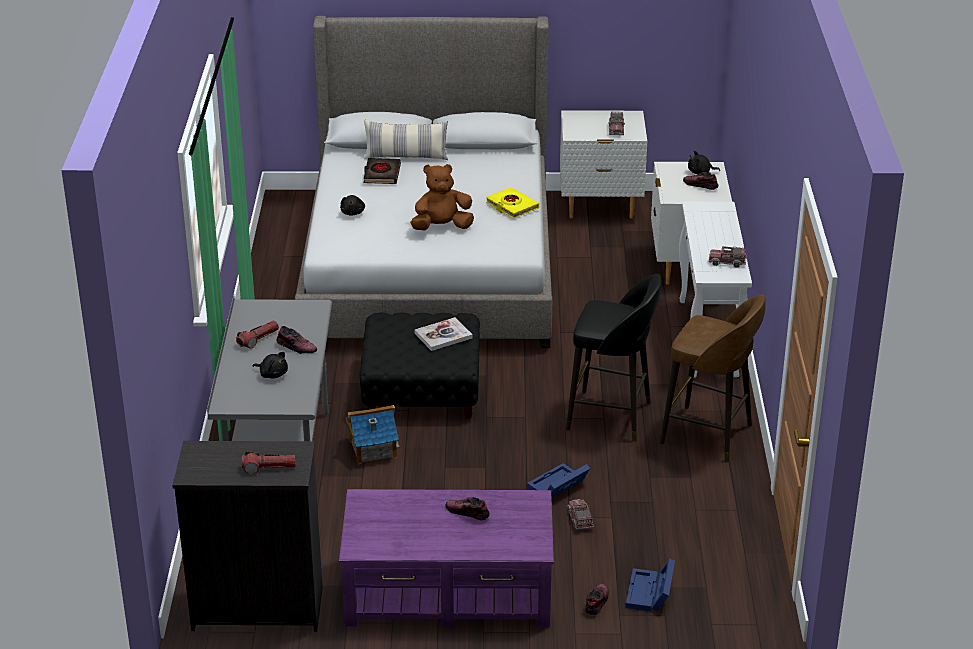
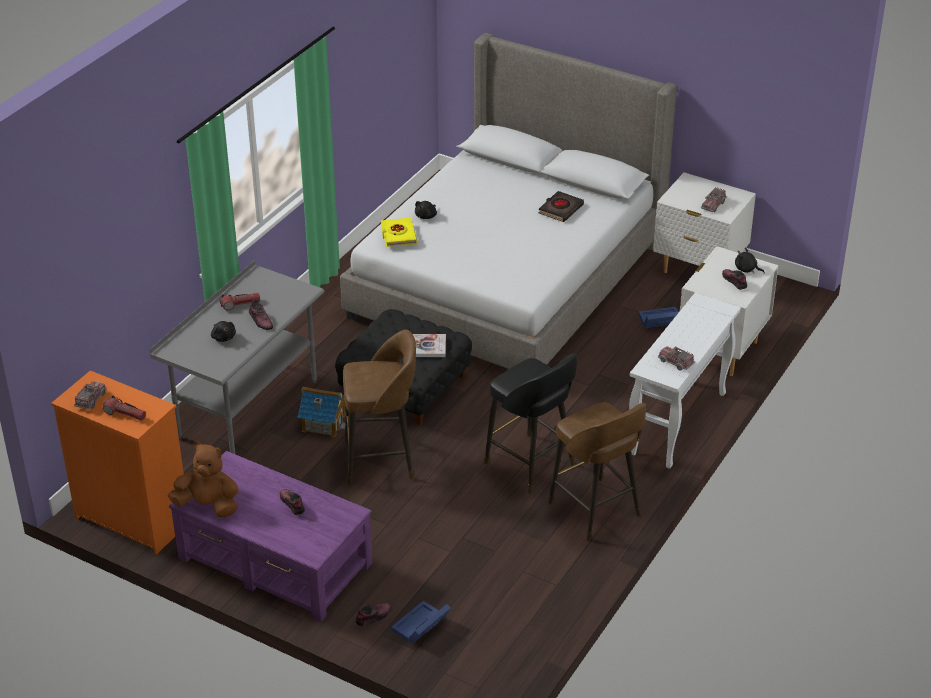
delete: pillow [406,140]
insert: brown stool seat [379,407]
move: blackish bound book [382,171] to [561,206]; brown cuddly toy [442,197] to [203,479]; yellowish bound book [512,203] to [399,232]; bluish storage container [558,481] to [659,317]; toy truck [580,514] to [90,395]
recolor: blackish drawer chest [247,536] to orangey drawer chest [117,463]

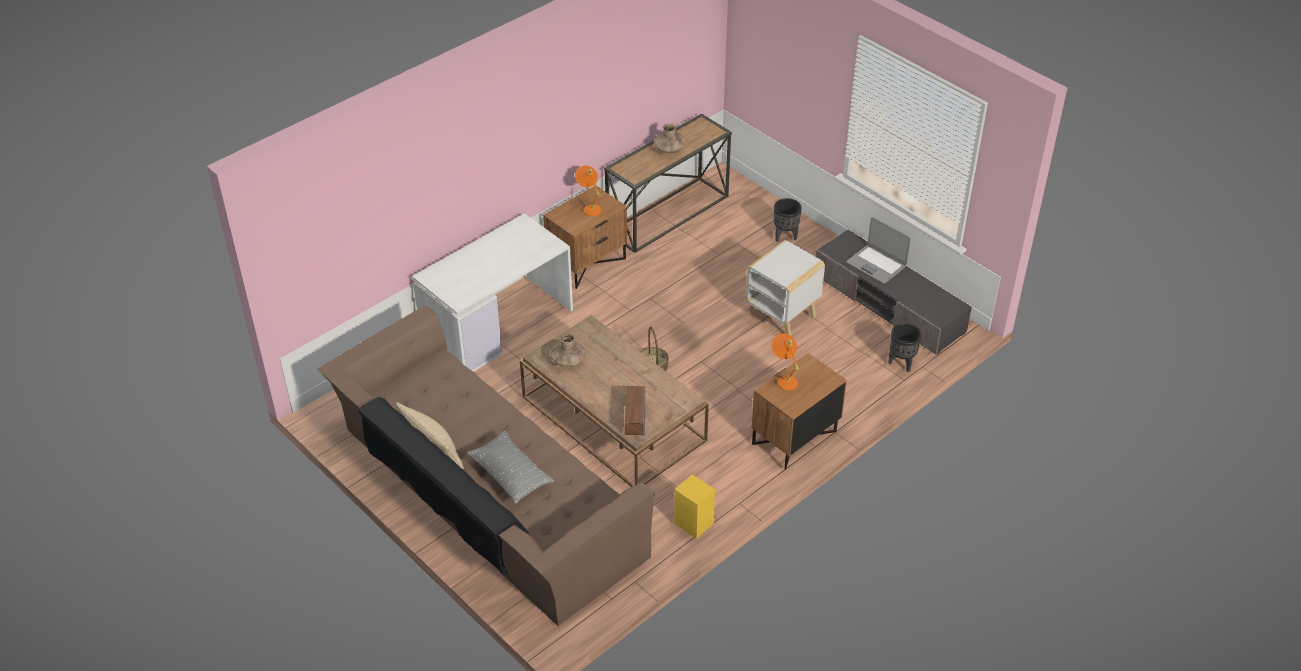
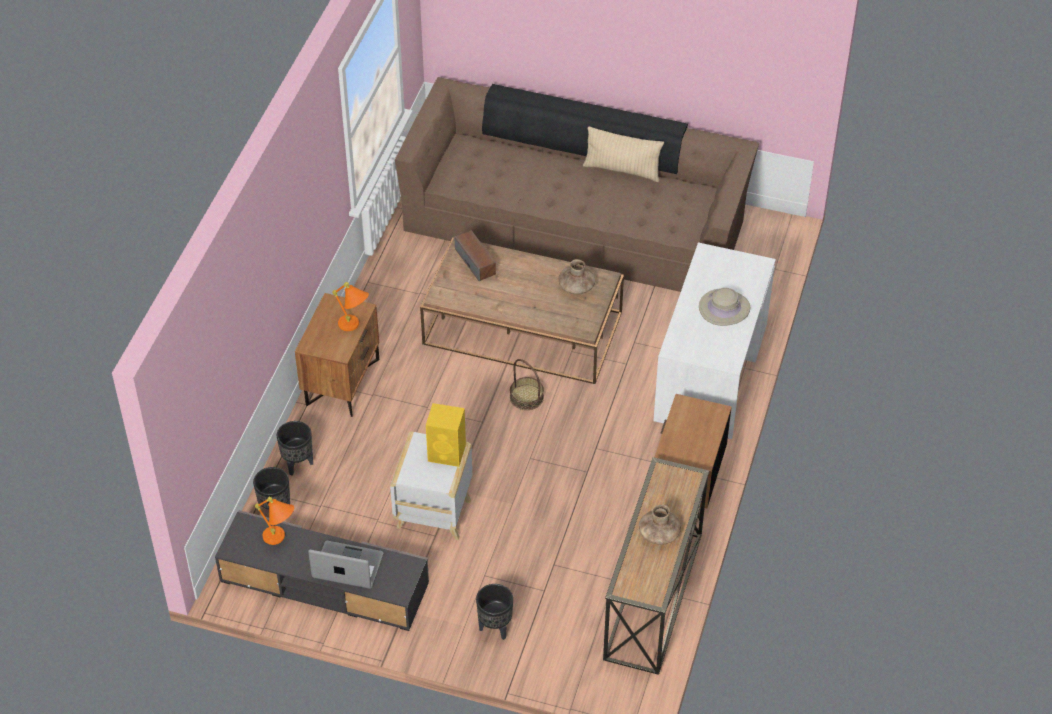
delete: greyish pillow [510,467]
insert: blackish flower pot [295,448]; sand-coloured clothing hat [724,307]
move: orangey tabletop lamp [588,191] to [274,520]; yellowish loudspeaker [694,506] to [446,435]

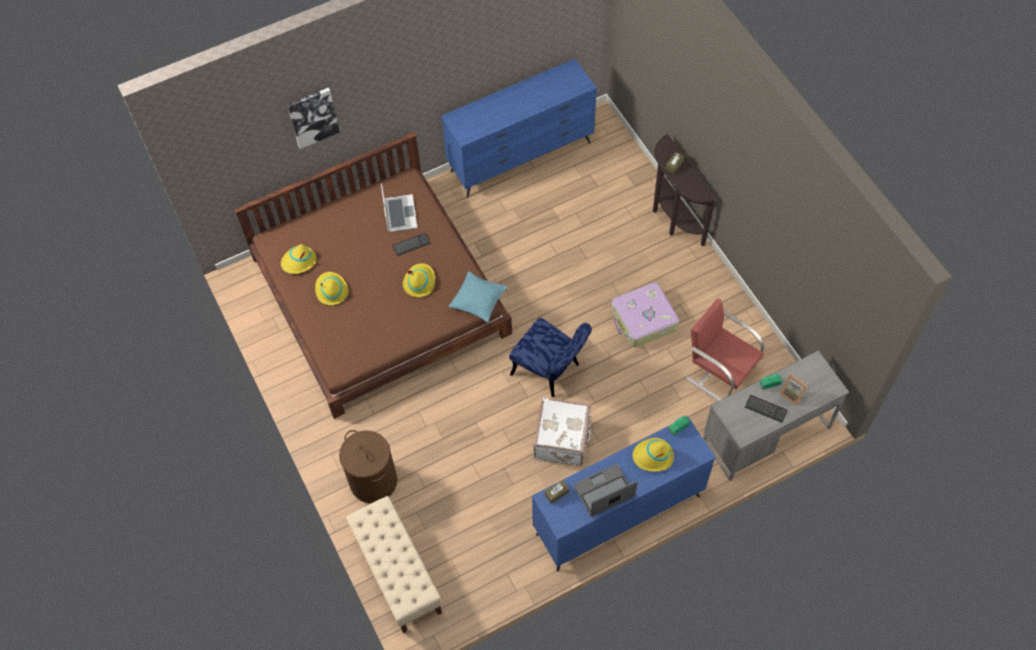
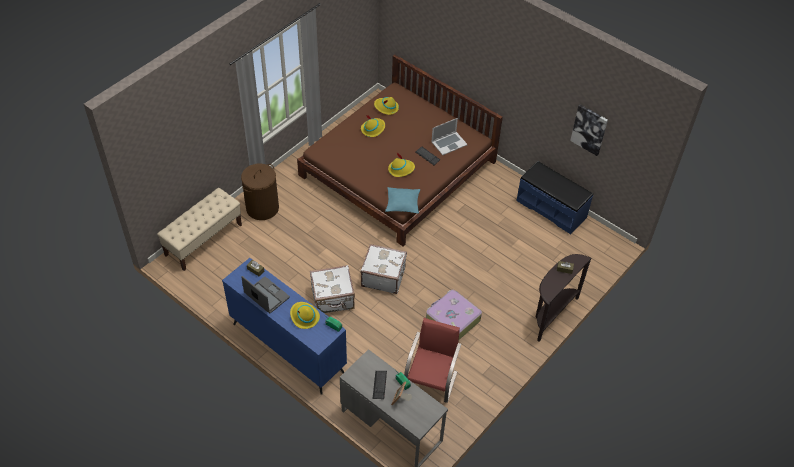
move: wall art [313,118] to [589,130]
replace: bluish drawer chest [519,128] to bluish long seat [554,197]; bluish chair [550,357] to white-coloured piece of luggage [383,269]

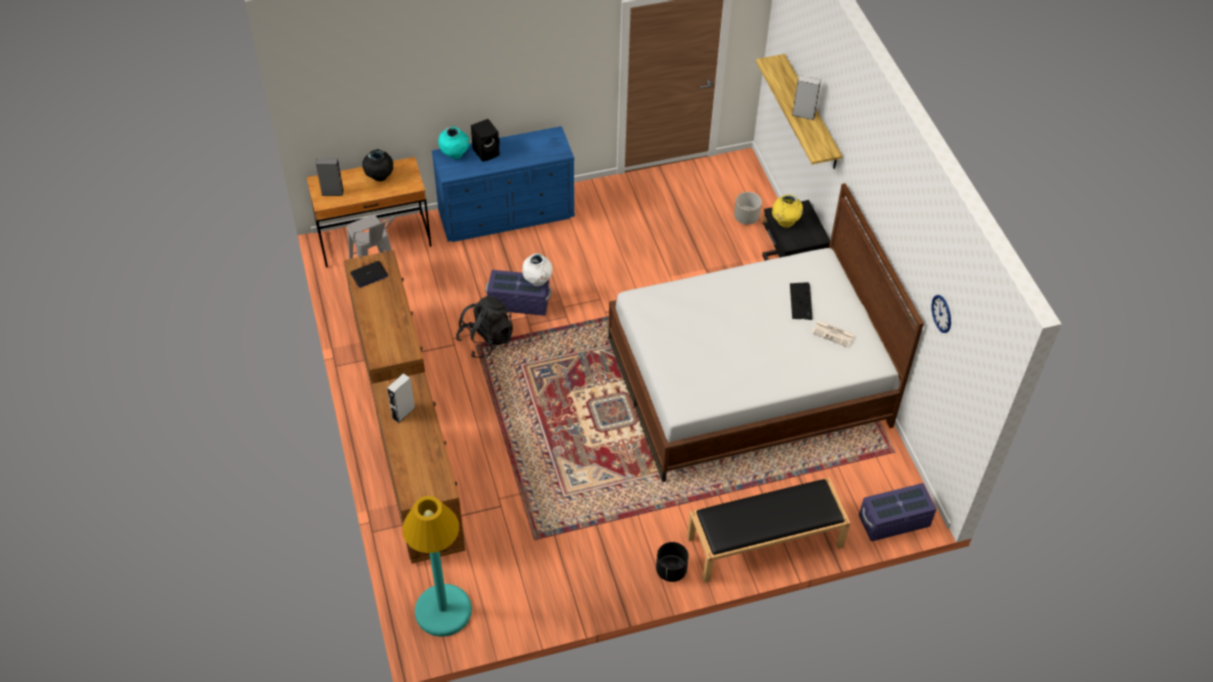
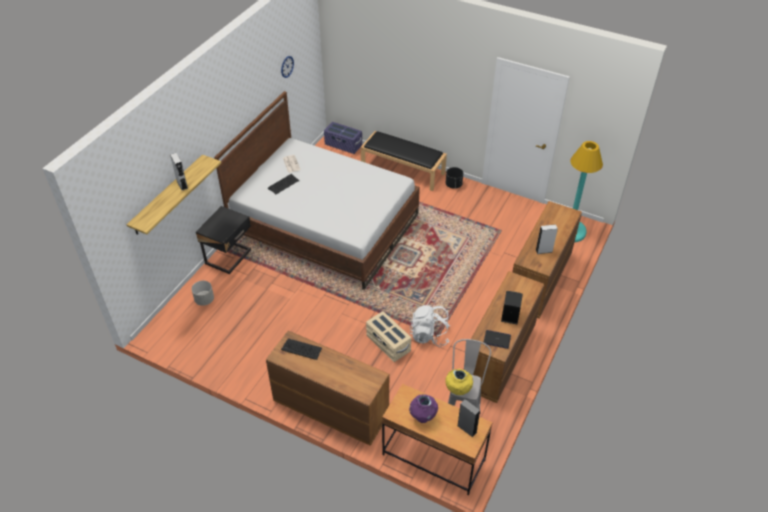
delete: turquoise-coloured vase [454,143]; white-coloured vase [537,269]
insert: computer keyboard [301,349]
move: blackish loudspeaker [485,140] to [512,307]; yellowish vase [787,211] to [459,382]
recolor: blackish vase [377,165] to purple vase [423,408]; bluish drawer chest [503,184] to brown drawer chest [327,388]; blackish rucksack [484,327] to white-coloured rucksack [430,326]; purple storage container [518,293] to sand-coloured storage container [388,336]

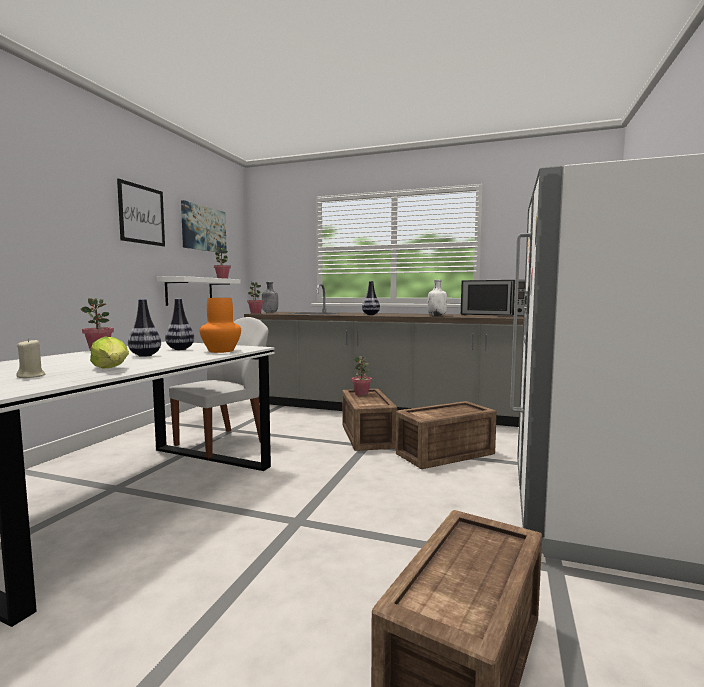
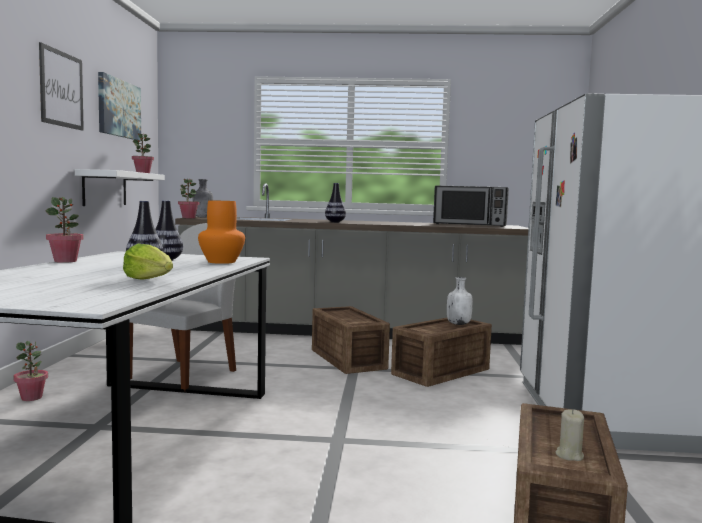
move: sand-coloured wax light [31,358] to [569,435]; plant in a pot [362,376] to [30,371]; white-coloured bottle [437,298] to [460,301]

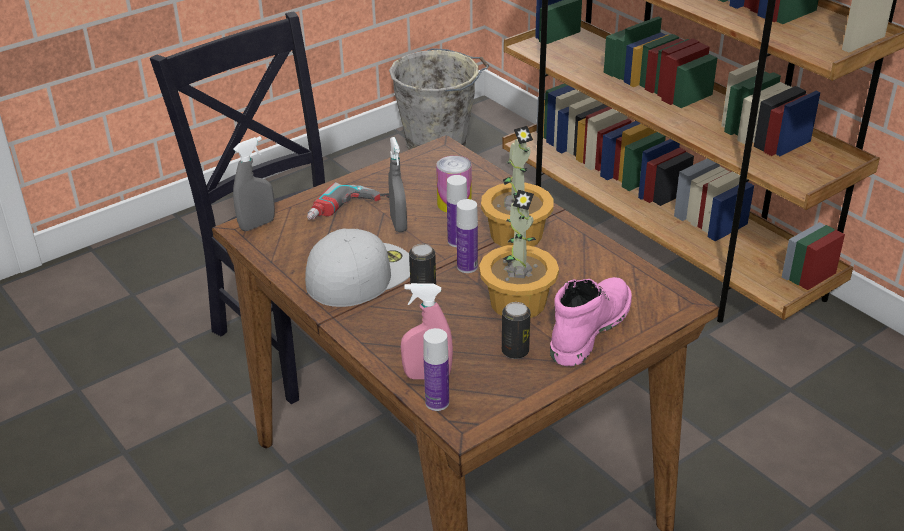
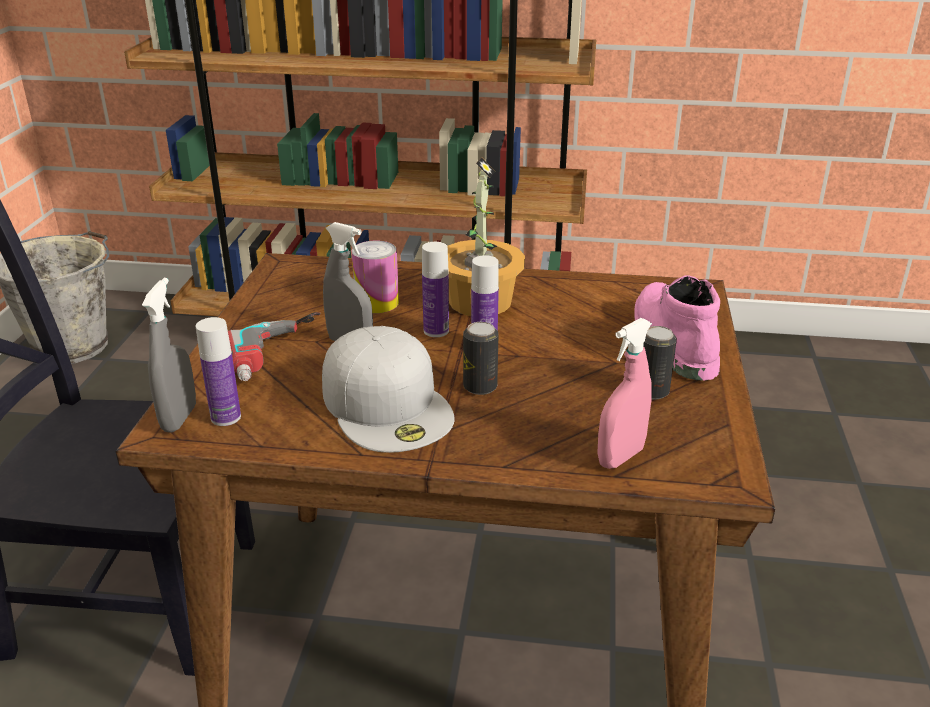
delete: plant in a pot [519,254]
move: bottle [436,369] to [218,371]
rotate: white-coloured peaked cap [357,267] = [388,389] 150 degrees clockwise

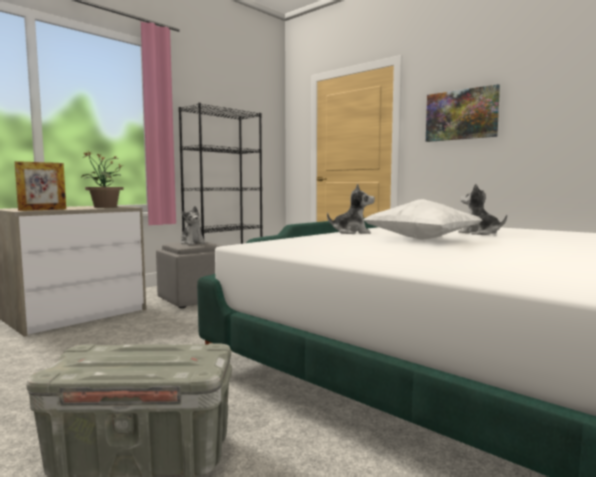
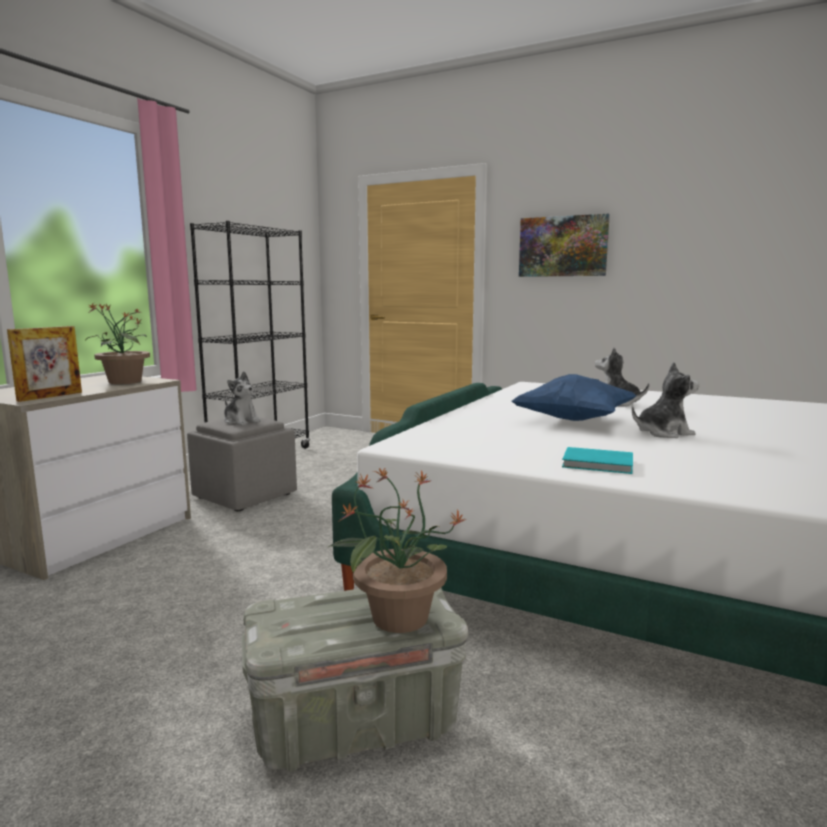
insert: plant in a pot [396,550]; turquoise-coloured bound book [597,460]
move: cuddly toy [351,209] to [665,400]
recolor: white-coloured pillow [422,219] to bluish pillow [574,397]

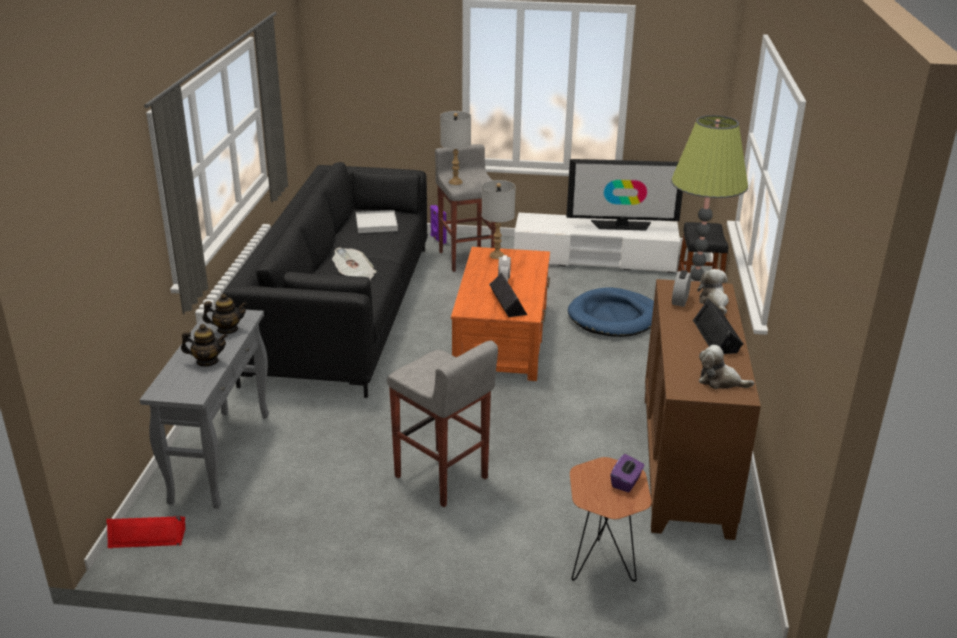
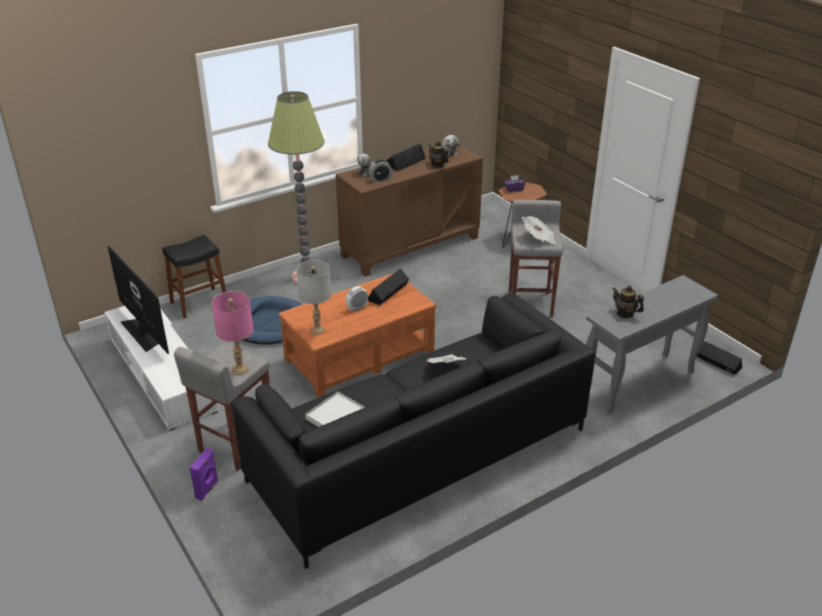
insert: daily paper [539,230]
move: tea pot [204,345] to [438,154]
recolor: red-coloured loudspeaker [145,532] to blackish loudspeaker [719,358]; greyish tabletop lamp [455,148] to pink-coloured tabletop lamp [232,333]

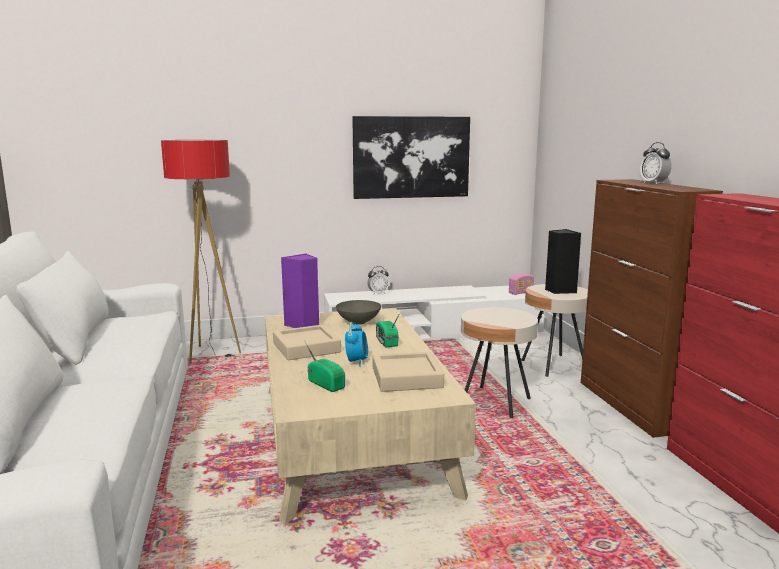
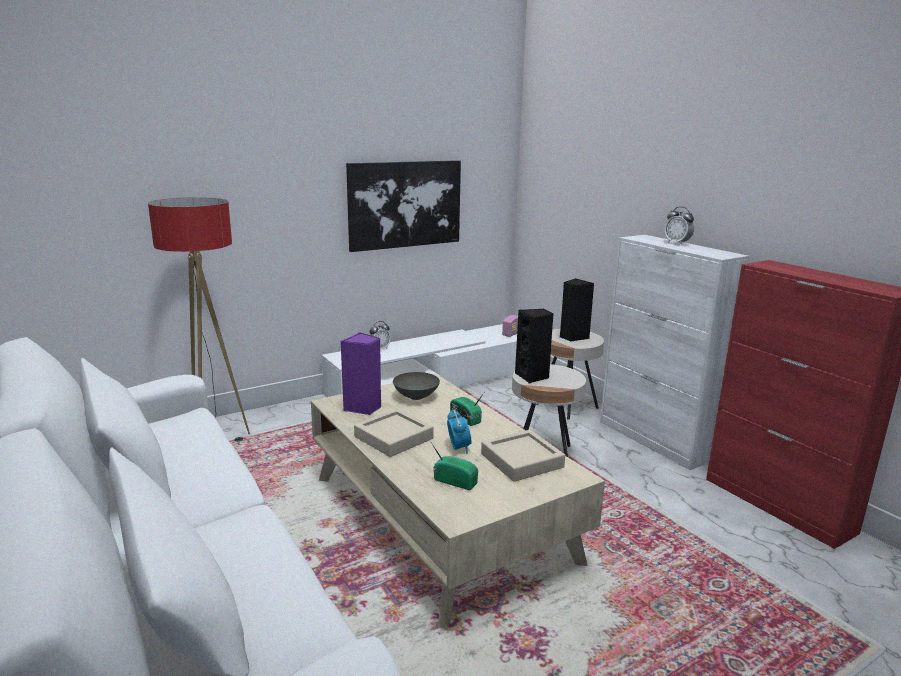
insert: blackish loudspeaker [534,346]
recolor: brown storage cabinet [652,308] to white-coloured storage cabinet [674,352]

